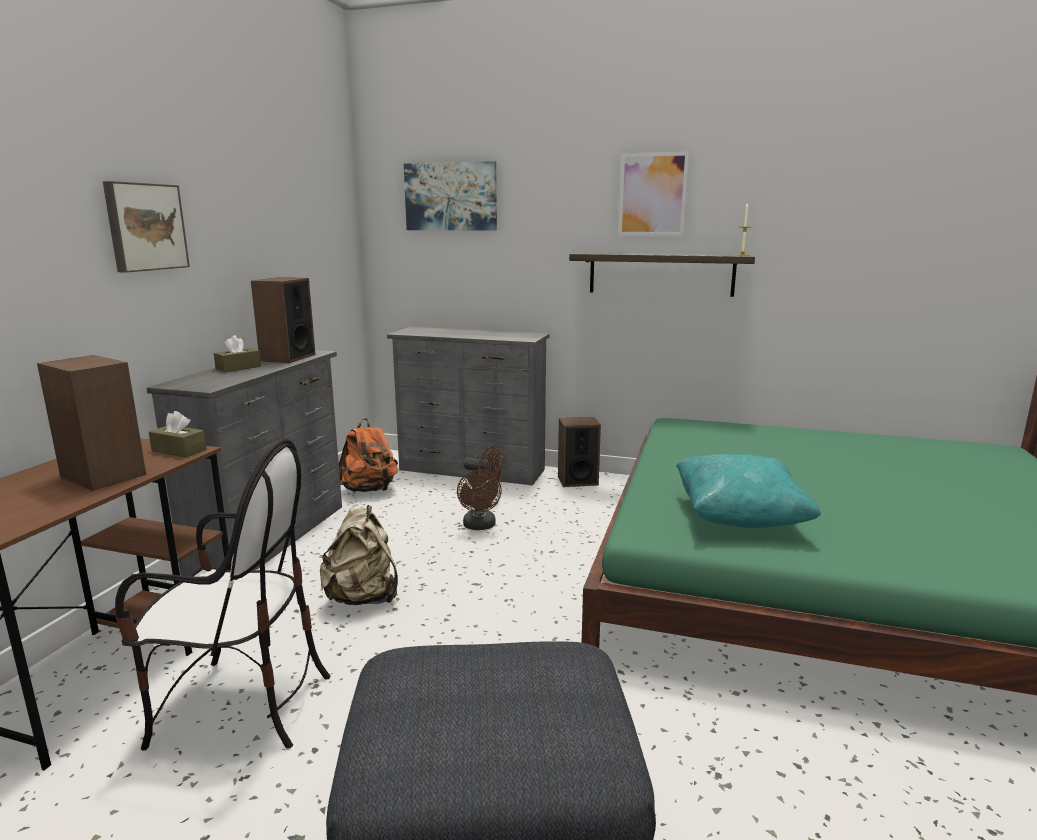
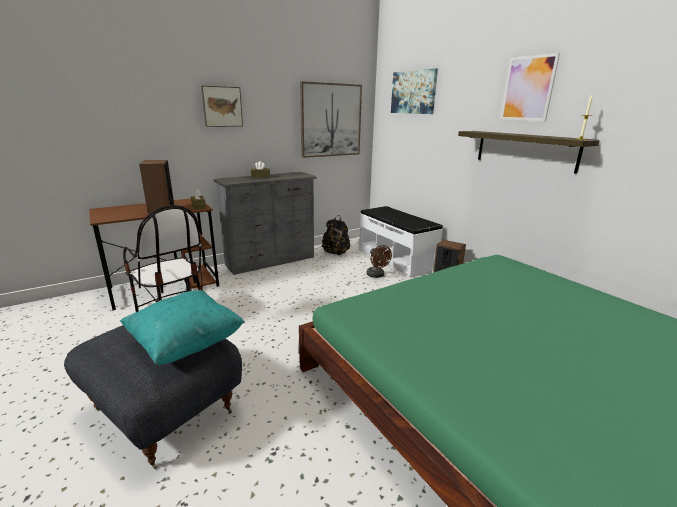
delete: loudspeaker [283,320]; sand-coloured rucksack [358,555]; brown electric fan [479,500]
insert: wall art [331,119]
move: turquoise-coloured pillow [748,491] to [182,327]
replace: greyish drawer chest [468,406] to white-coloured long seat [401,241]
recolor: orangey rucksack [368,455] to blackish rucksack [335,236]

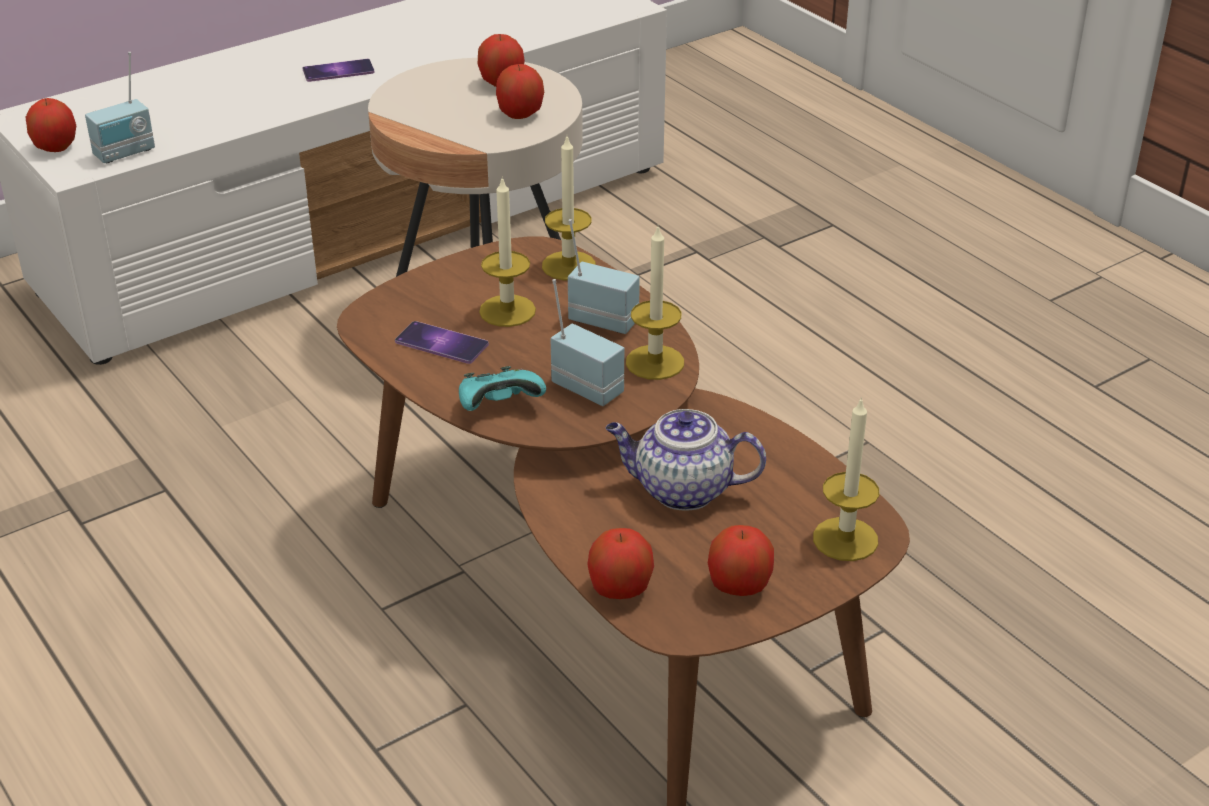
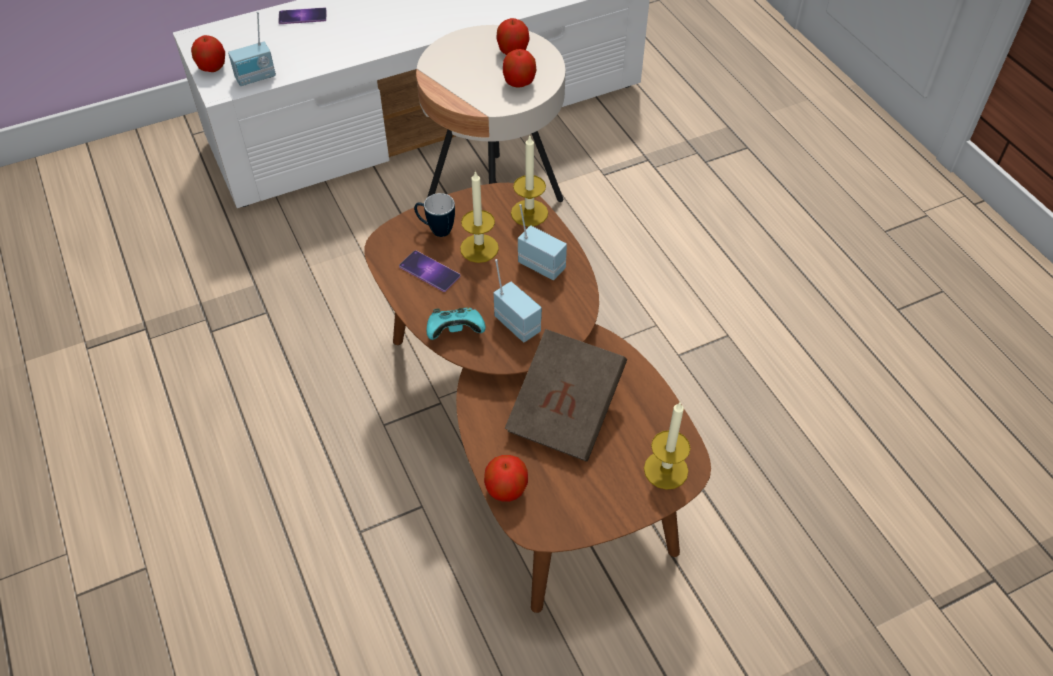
delete: wax light [655,302]; apple fruit [741,560]
insert: mug [434,215]
move: handset [339,70] to [302,15]
replace: tea pot [686,460] to brown bound book [566,395]

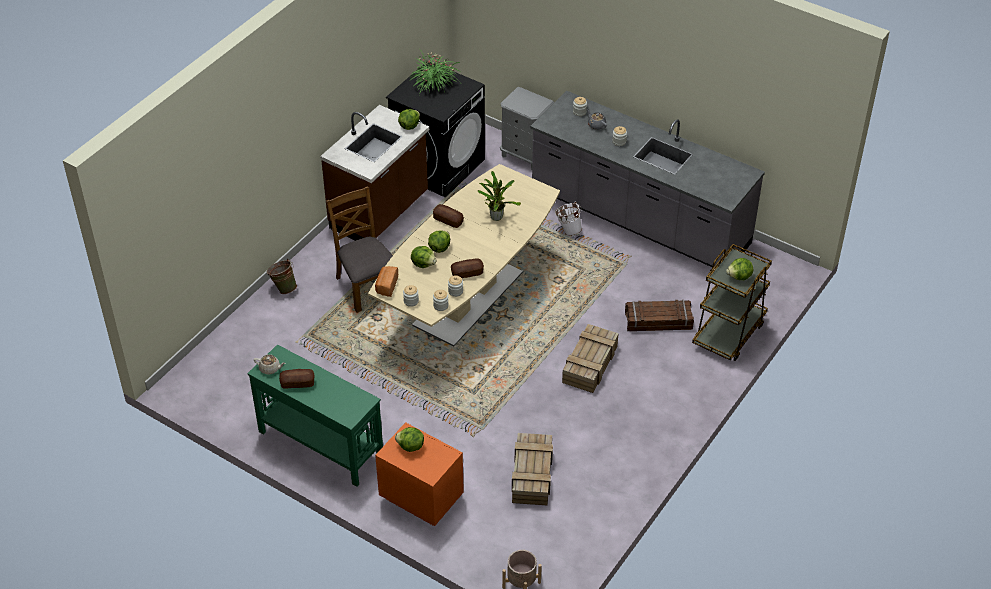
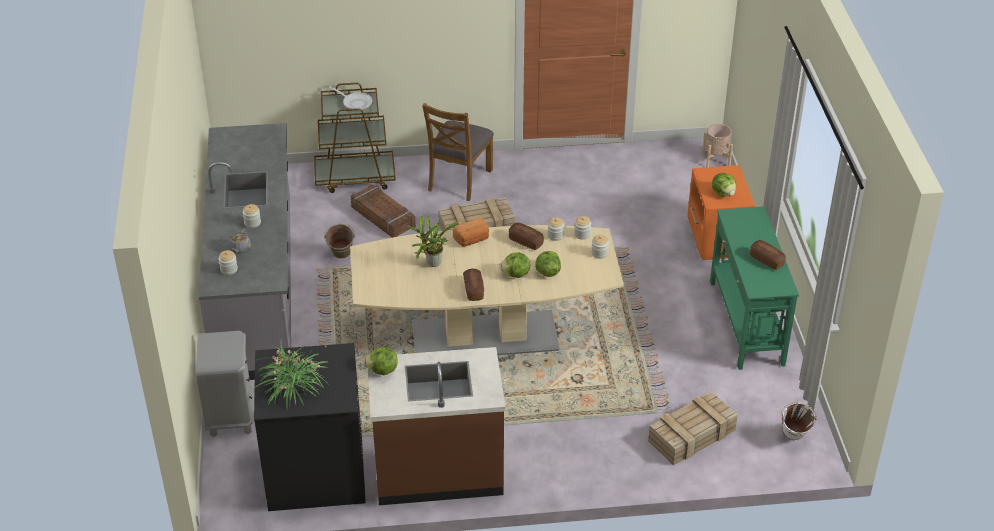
delete: sand-coloured tea pot [270,364]
move: green pail [282,276] to [339,241]; brown chair [359,249] to [458,152]; bread [386,281] to [471,232]; shipping crate [532,469] to [693,428]; white-coloured pail [568,219] to [799,421]
replace: lettuce [739,269] to pan [350,98]

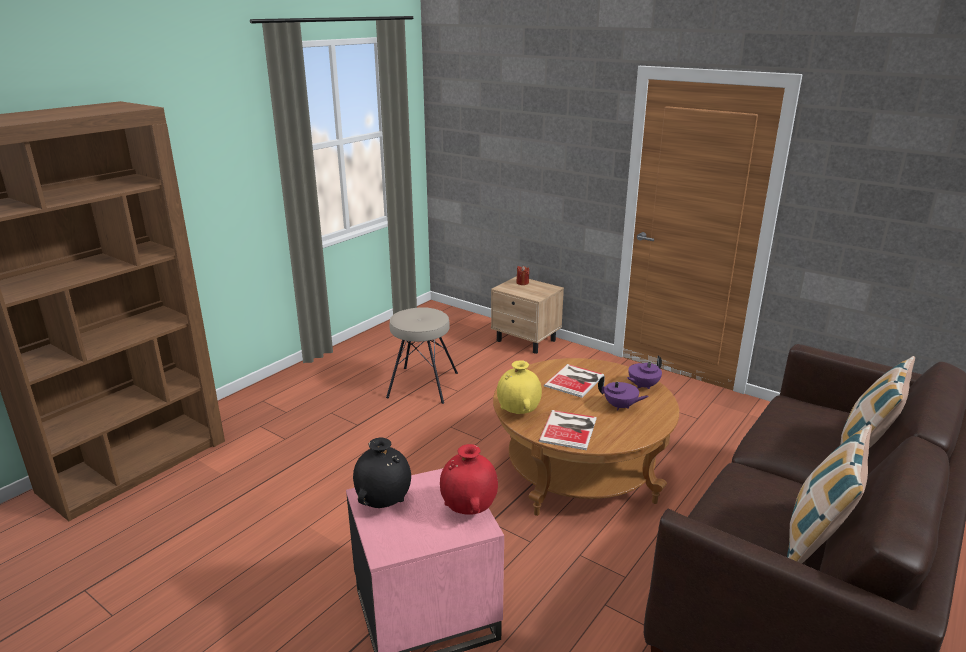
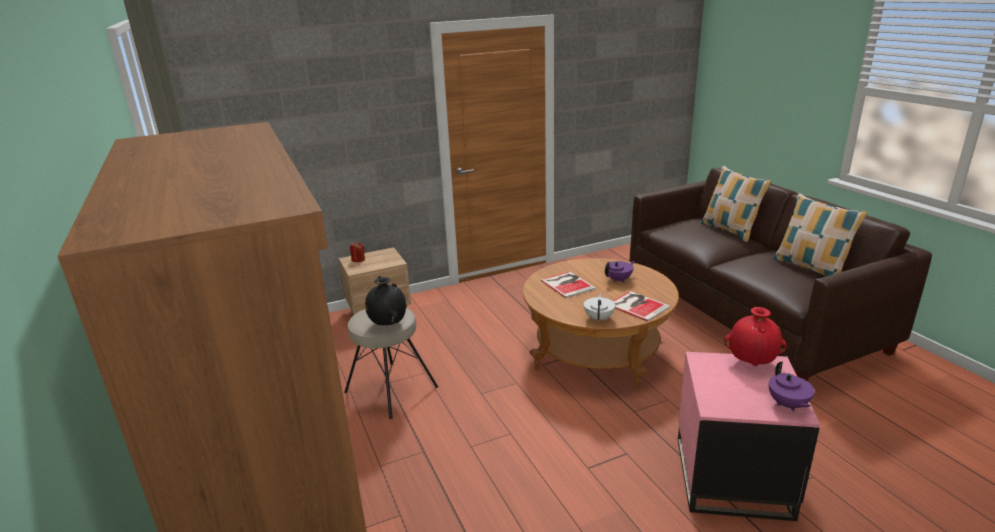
move: blackish vase [382,473] to [385,301]; purple tea pot [644,372] to [792,386]
replace: yellowish vase [519,387] to white-coloured tea pot [599,308]

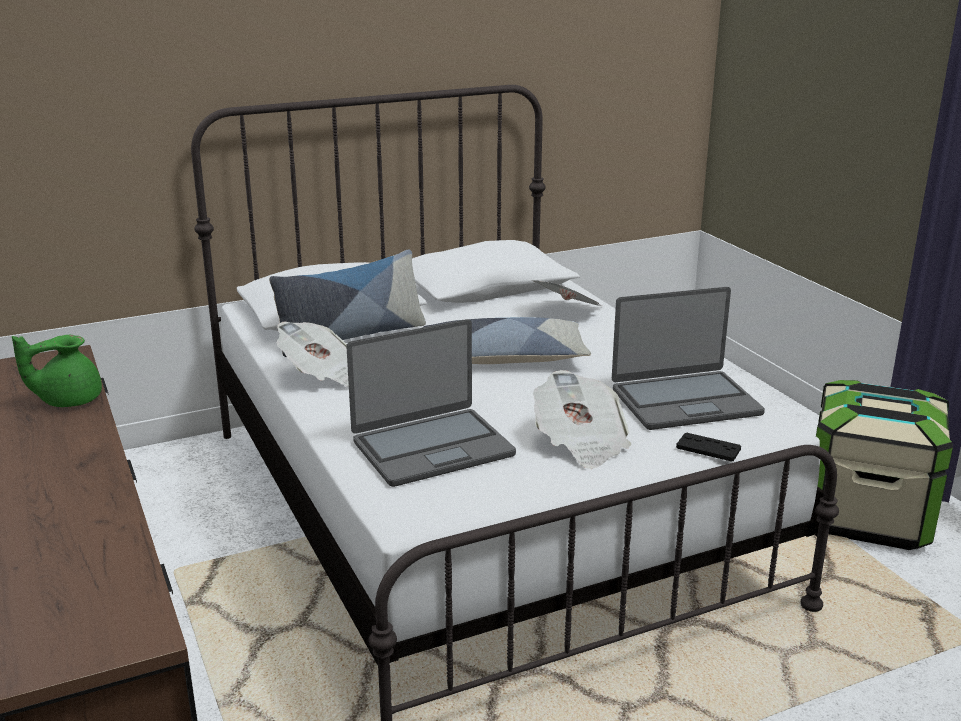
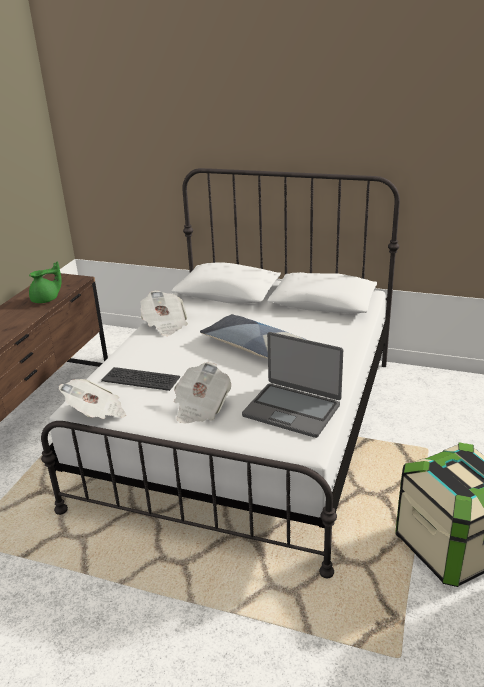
delete: pillow [347,303]; blackish game controller [708,447]
move: daily paper [565,293] to [92,399]
replace: laptop [431,403] to computer keyboard [140,379]
rotate: green tea pot [57,371] = [45,282] 135 degrees clockwise

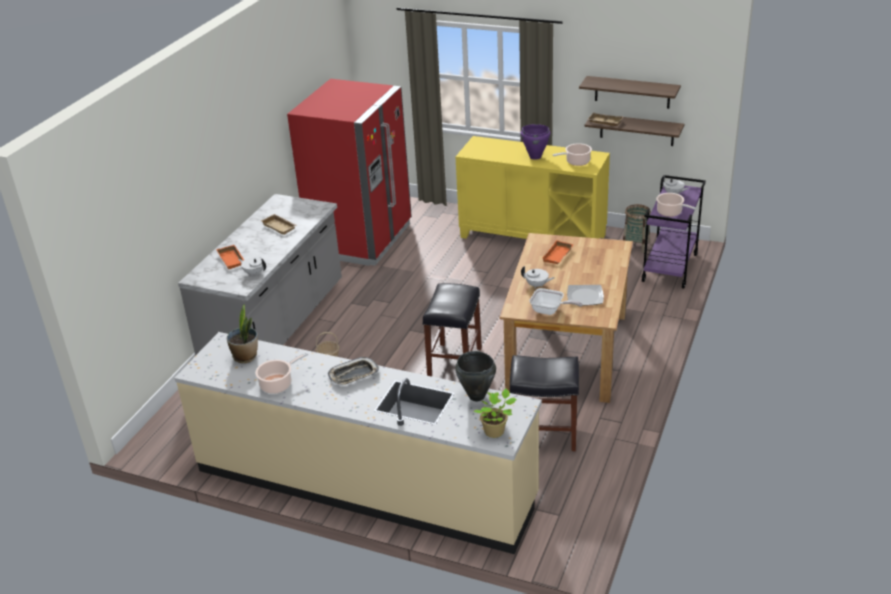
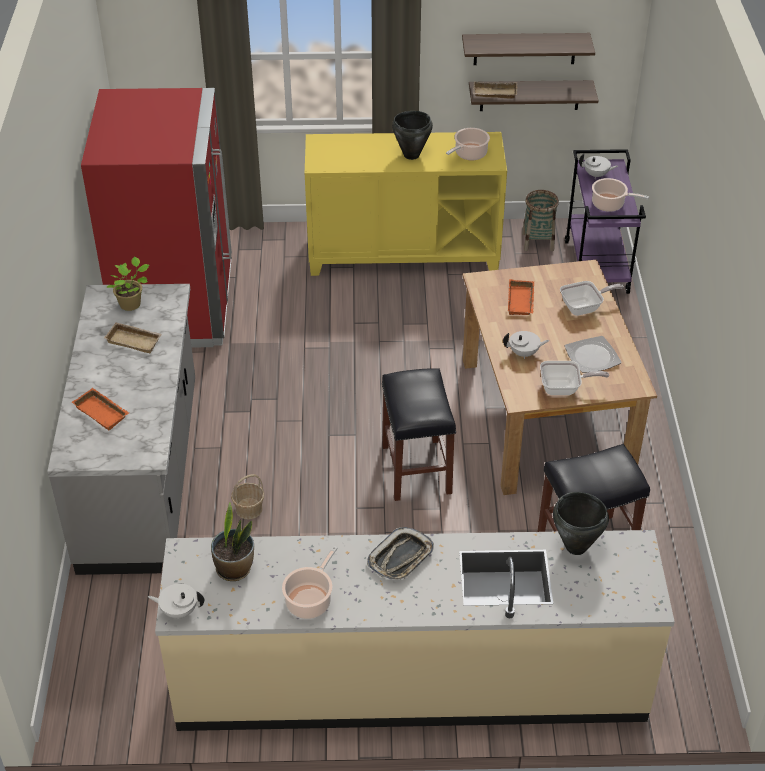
insert: pan [592,298]
move: white-coloured tea pot [252,266] to [176,601]; plant in a pot [495,413] to [127,284]
recolor: purple stockpot [536,142] to blackish stockpot [412,135]

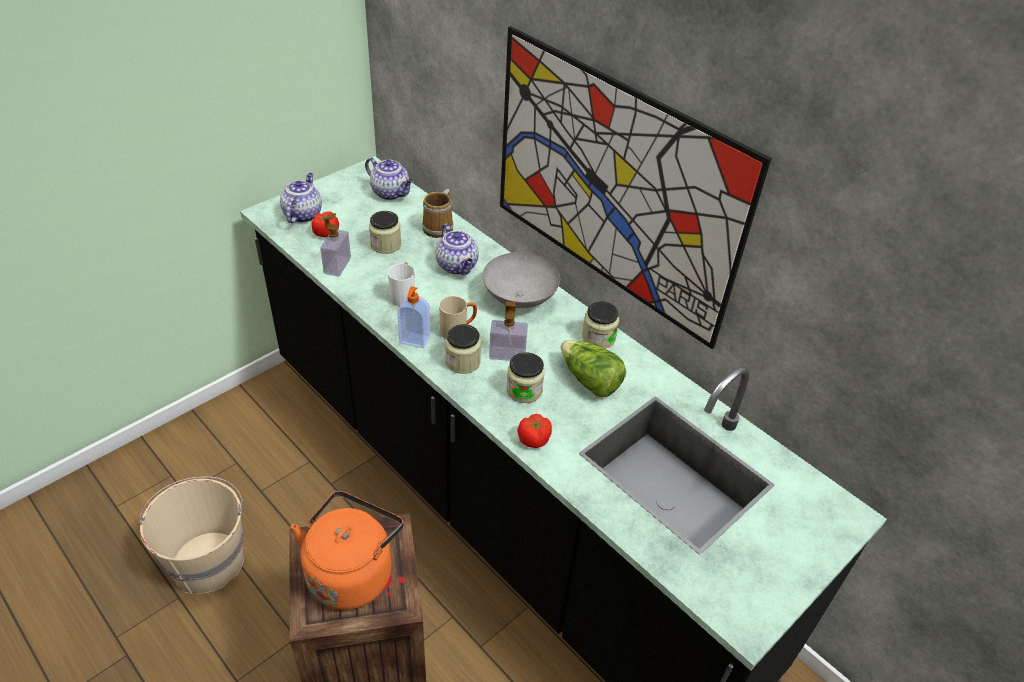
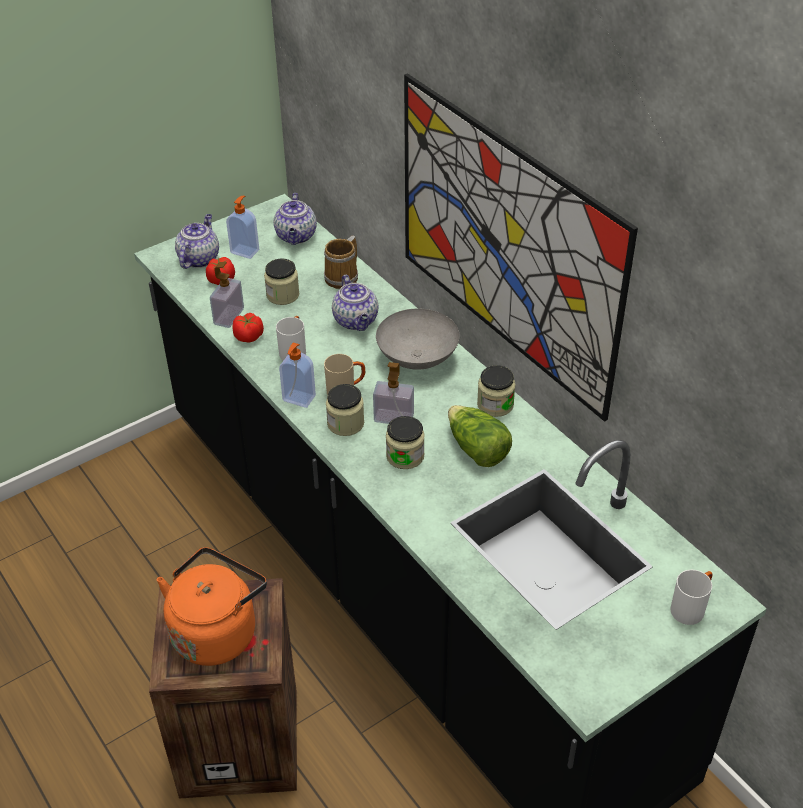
delete: sand-coloured pail [191,535]
insert: soap bottle [242,227]; white-coloured mug [691,597]
move: whole tomato [535,431] to [248,327]
rotate: tea pot [389,178] = [295,219] 45 degrees clockwise

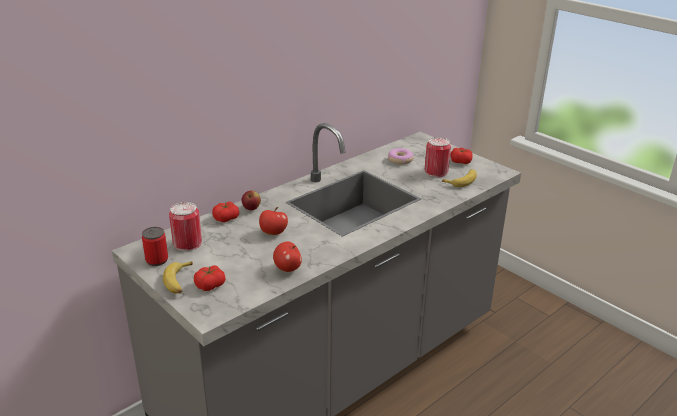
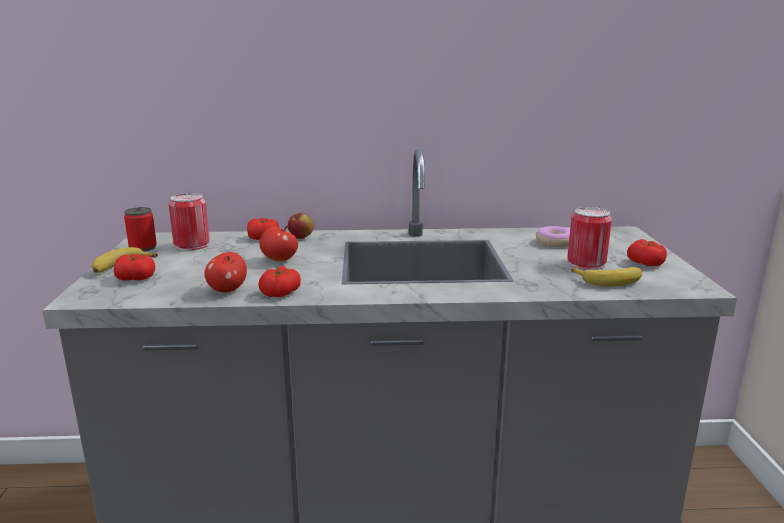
insert: whole tomato [279,281]

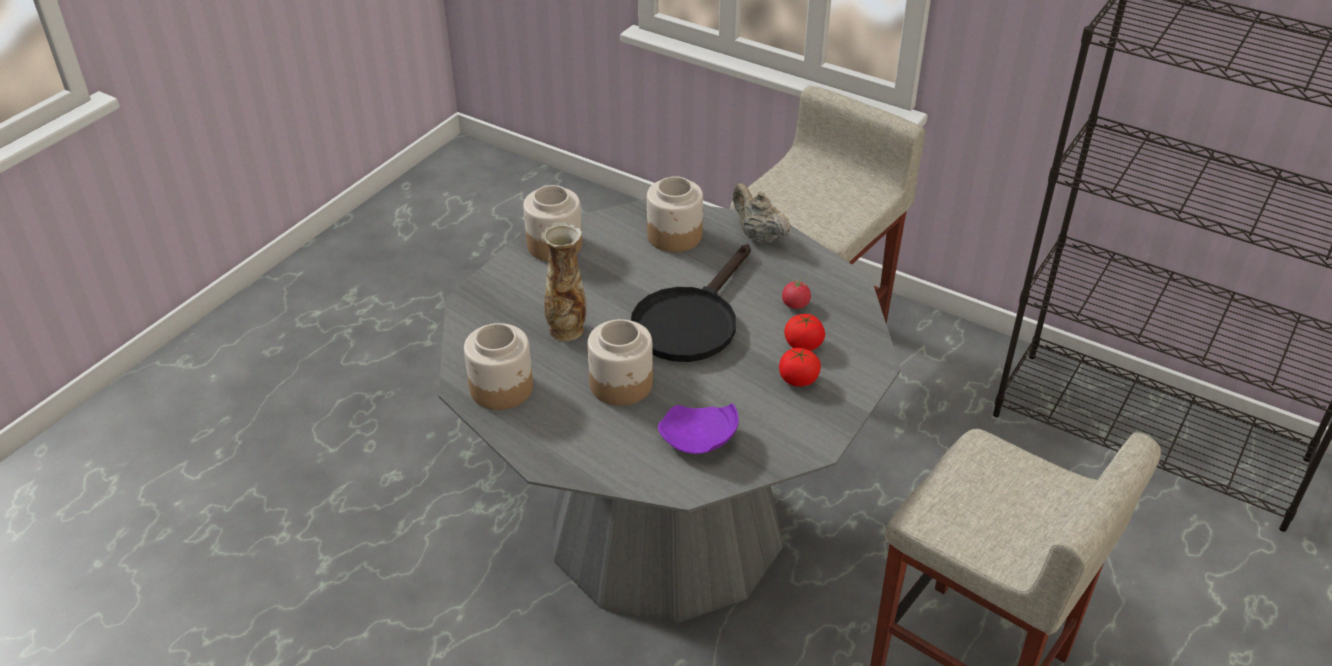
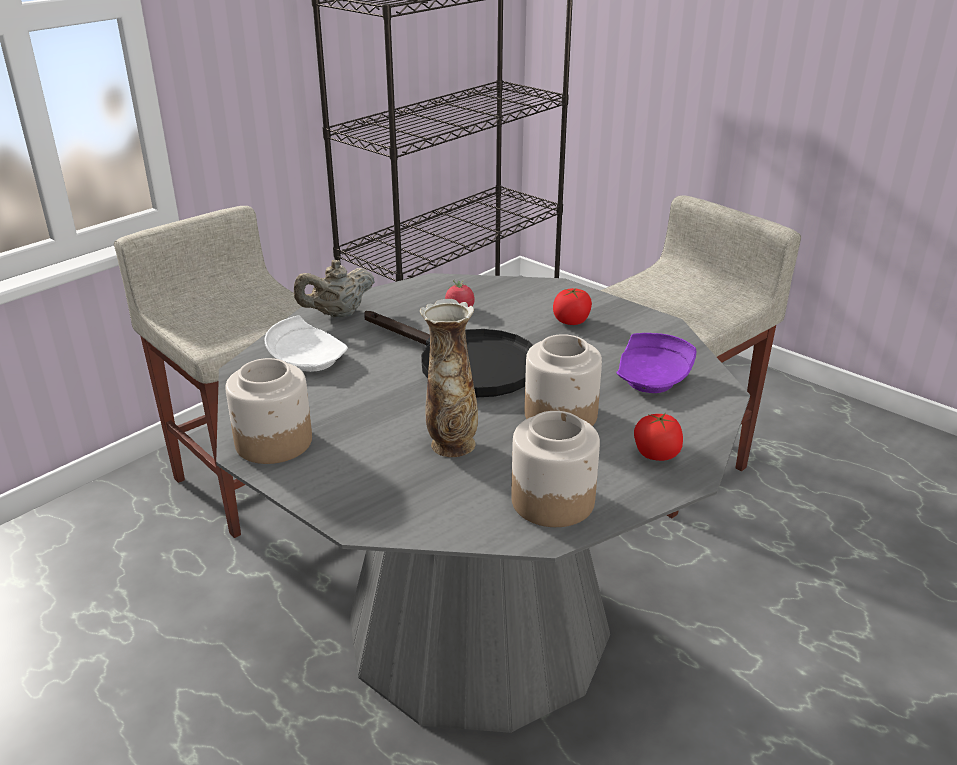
move: whole tomato [804,332] to [658,437]
replace: jar [675,214] to white-coloured dinner plate [306,343]

